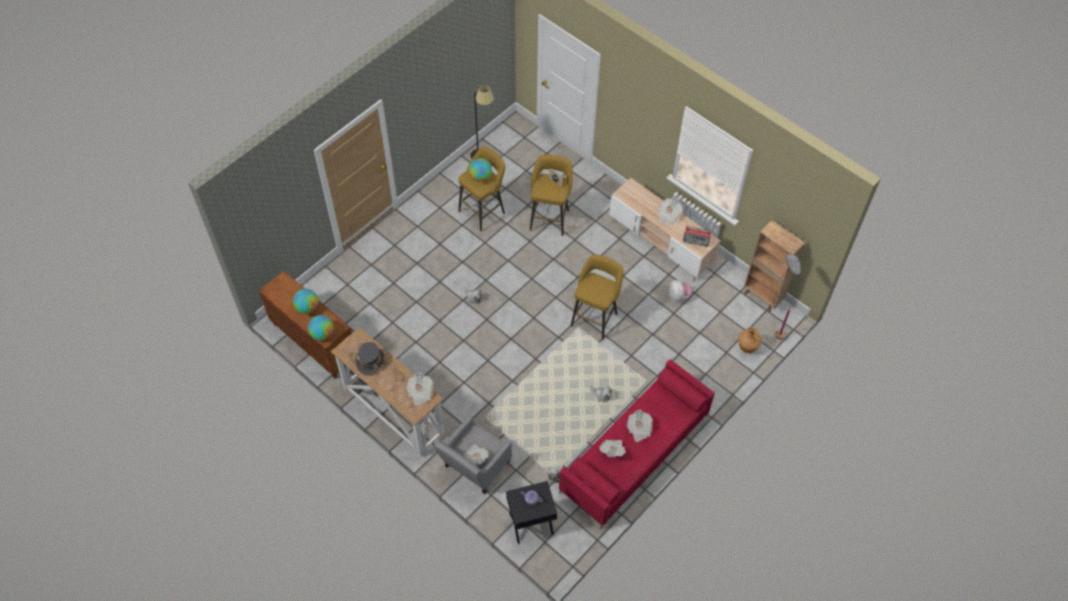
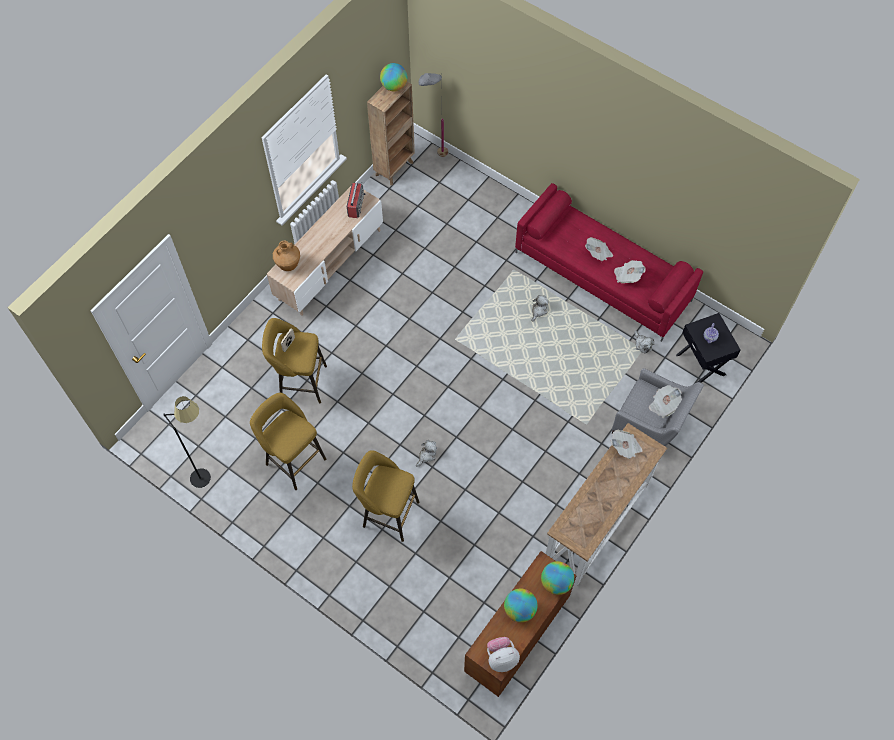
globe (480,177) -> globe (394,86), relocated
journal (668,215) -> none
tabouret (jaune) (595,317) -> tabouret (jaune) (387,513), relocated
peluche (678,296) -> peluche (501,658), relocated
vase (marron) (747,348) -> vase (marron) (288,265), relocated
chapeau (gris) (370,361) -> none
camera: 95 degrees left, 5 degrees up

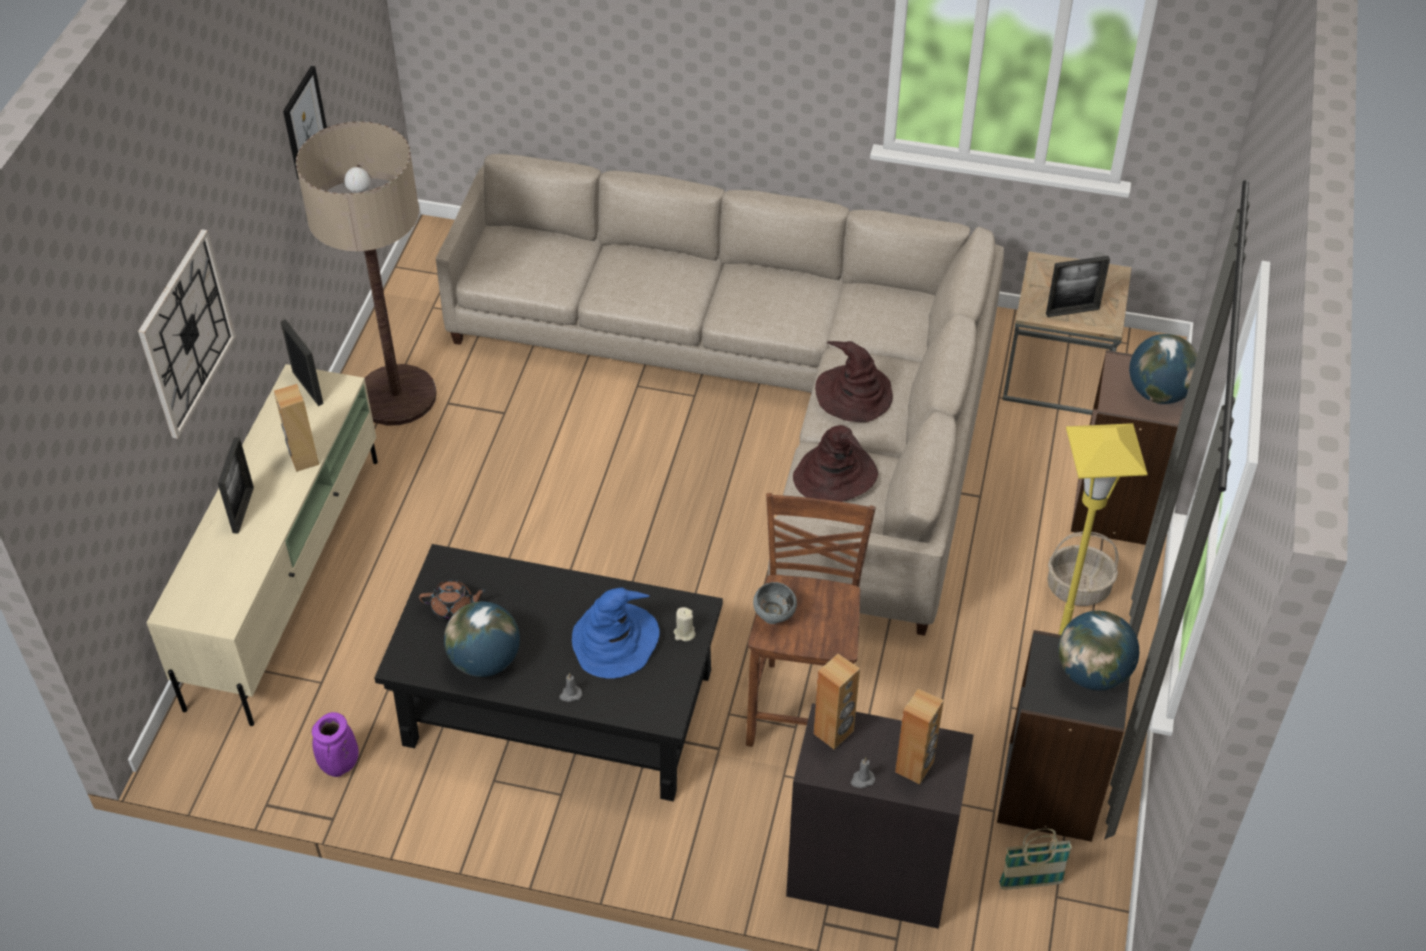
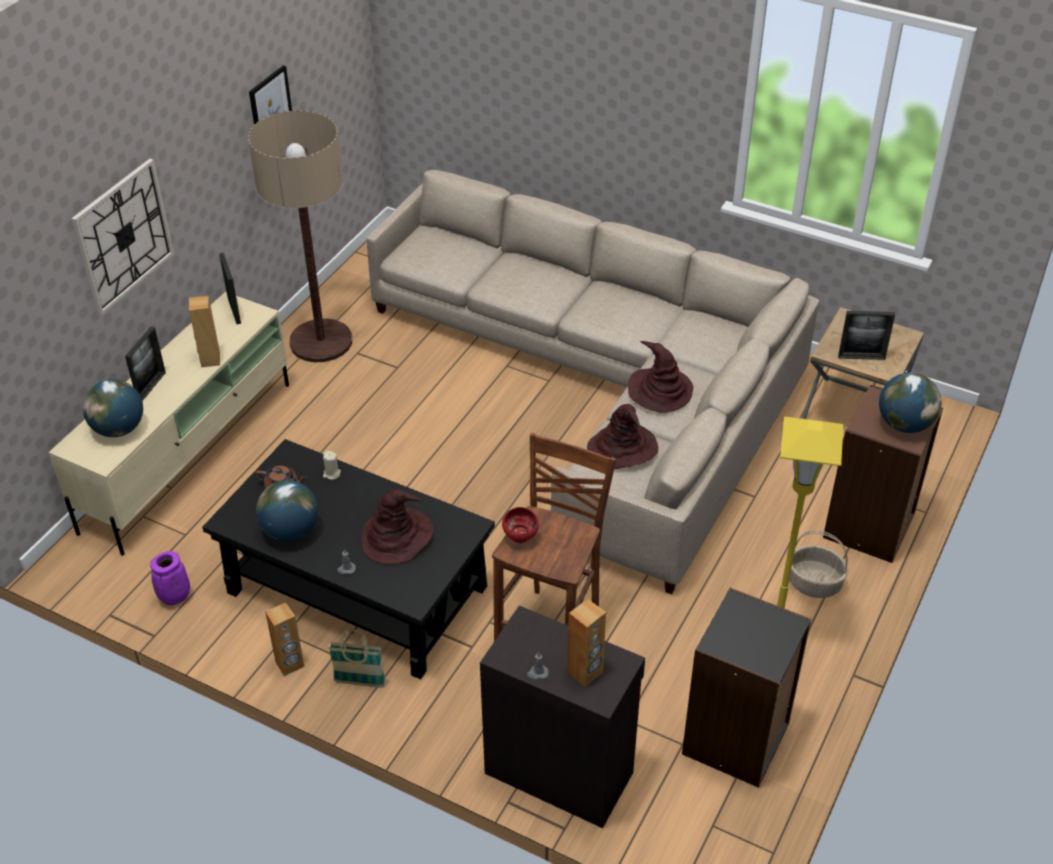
bol (gris) (774,617) -> bol (rouge) (521,538)
chapeau (bleu) (615,641) -> chapeau (marron) (397,536)
bougie (beige) (684,633) -> bougie (beige) (331,474), relocated
globe (1092,673) -> globe (119,429), relocated
enceinte (marron) (834,733) -> enceinte (marron) (290,664), relocated
panier (1030,883) -> panier (359,682), relocated
camera: 15 degrees right, 5 degrees down

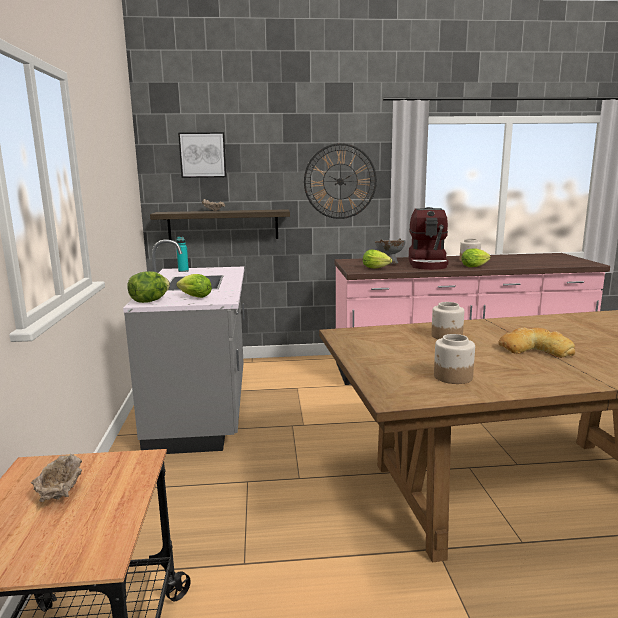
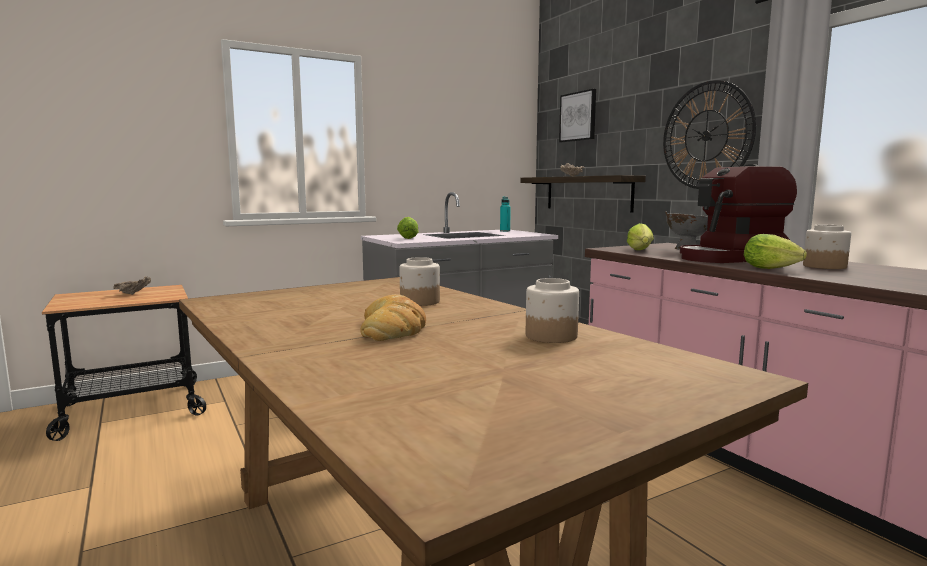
laitue (150,301) -> none
bocal (453,377) -> bocal (550,336), relocated
camera: 65 degrees right, 5 degrees down

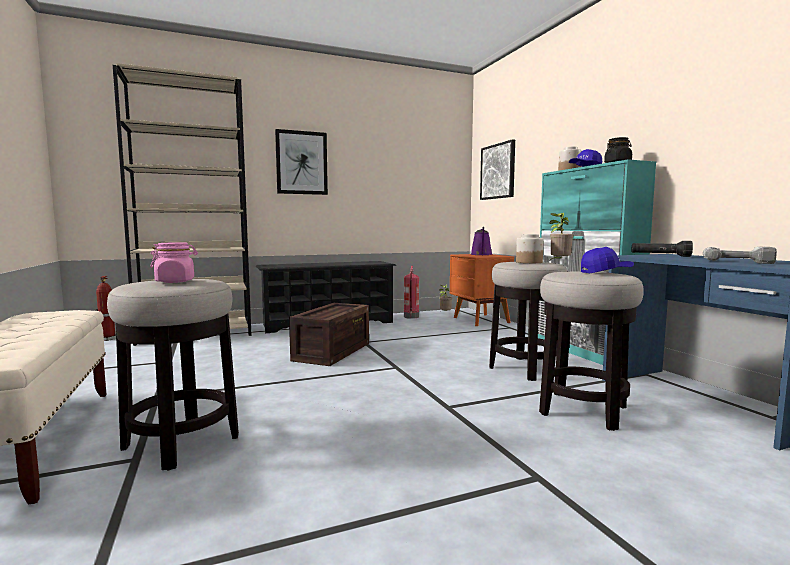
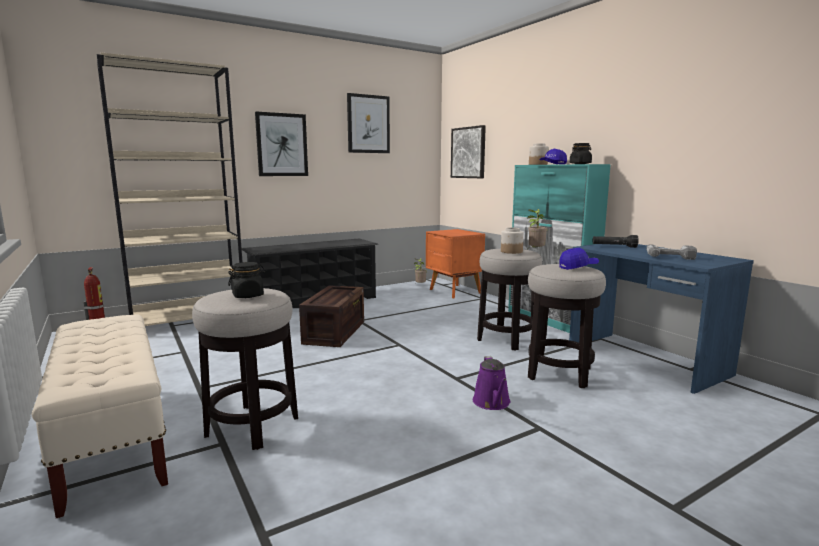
arrosoir (violet) (481,254) -> arrosoir (violet) (492,403), relocated
bocal (rose) (175,281) -> bocal (noir) (248,295)
extincteur (411,317) -> none
none -> tableau (368,124)
camera: 10 degrees left, 5 degrees up

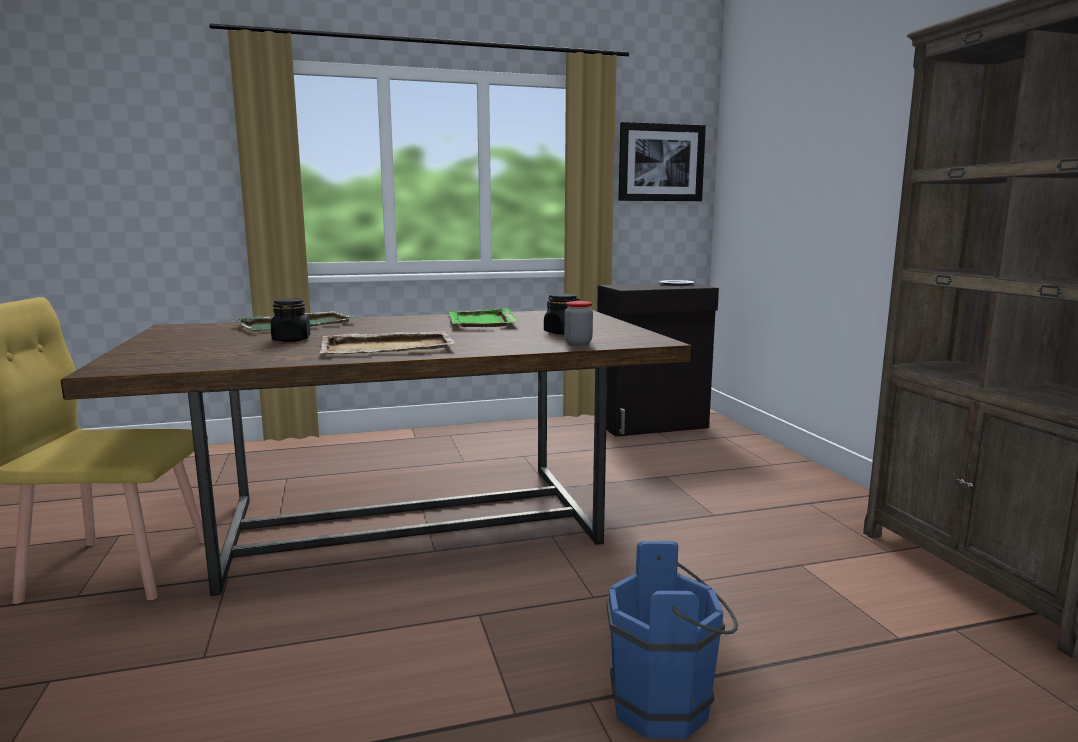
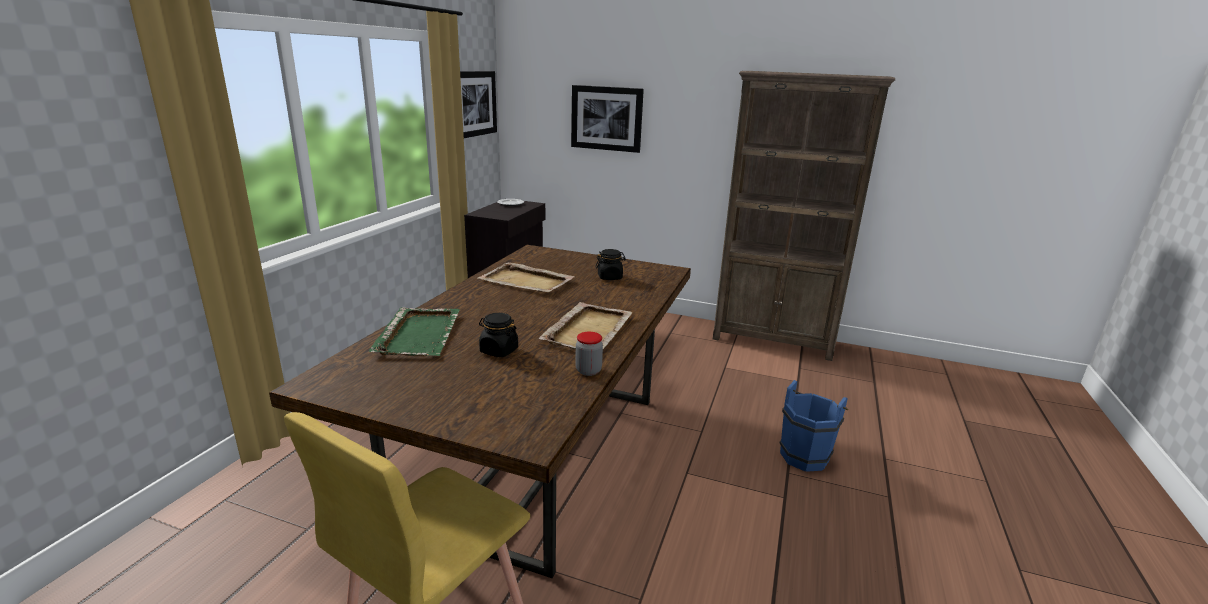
bocal (578,342) -> bocal (588,371), relocated
plateau (vert) (481,321) -> plateau (beige) (527,281)
none -> tableau (606,118)
camera: 55 degrees left, 10 degrees up

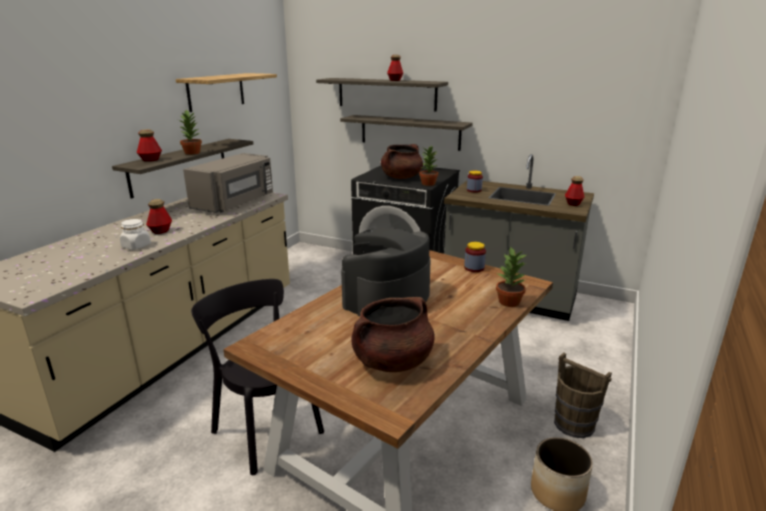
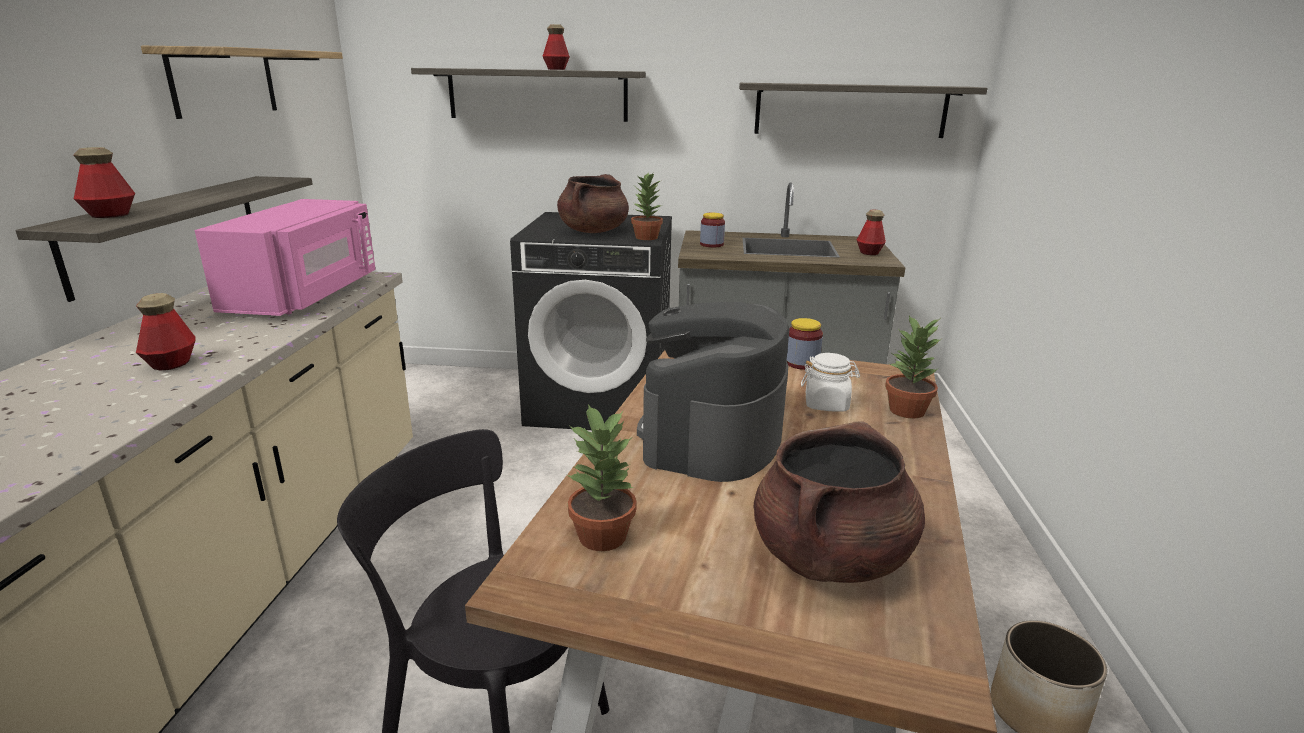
plante en pot (193,153) -> plante en pot (603,535), relocated
étagère (410,132) -> étagère (850,110), relocated
micro-ondes (gris) (235,203) -> micro-ondes (rose) (307,295)
bocal (blanc) (136,246) -> bocal (blanc) (826,404), relocated
seau (marron) (574,424) -> none
camera: 20 degrees left, 0 degrees up

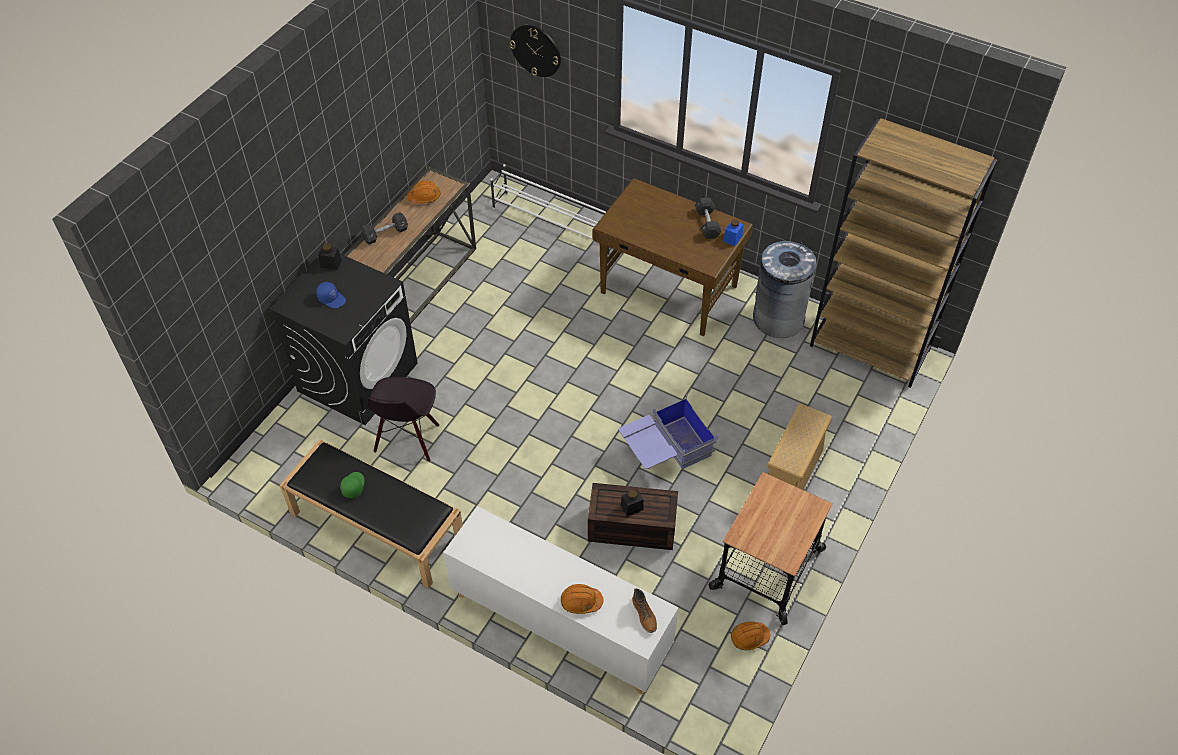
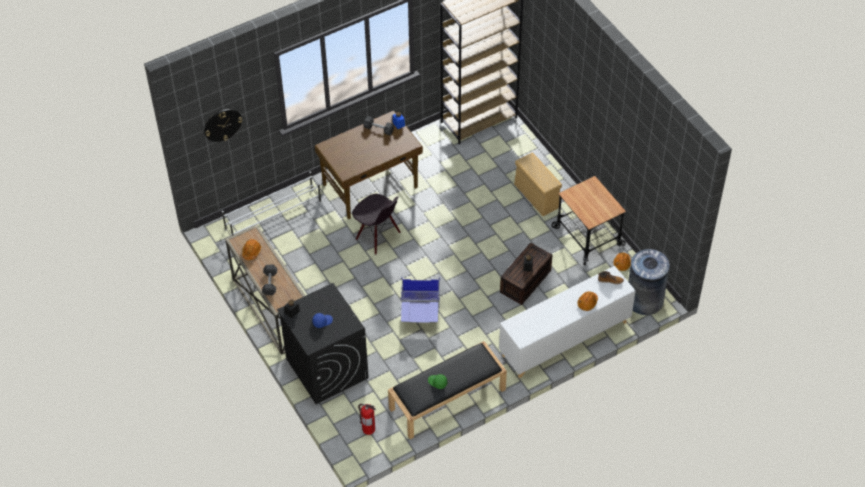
poubelle (gris) (778,318) -> poubelle (gris) (644,300), relocated
chaise (noir) (407,439) -> chaise (noir) (377,236), relocated
boîte de rangement (bleu) (665,451) -> boîte de rangement (bleu) (420,312), relocated
none -> extincteur (368,429)
camera: 60 degrees left, 0 degrees up

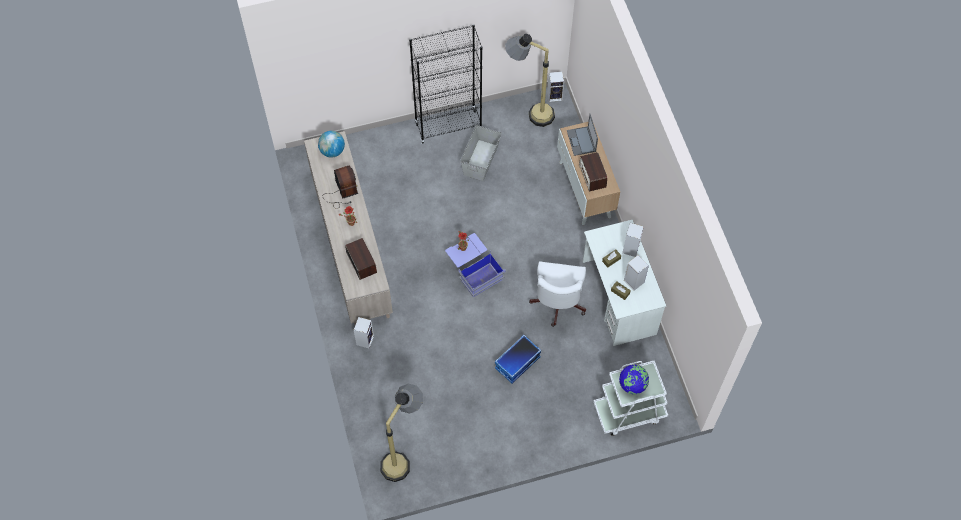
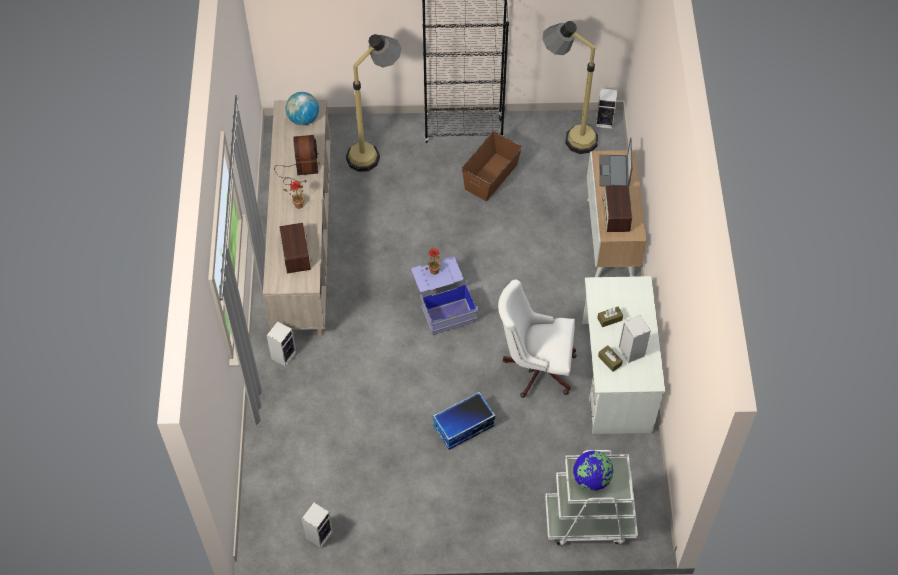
boîte de rangement (gris) (481,160) -> boîte de rangement (marron) (491,176)
enceinte (630,248) -> enceinte (319,534), relocated
chaise de bureau (blanc) (557,304) -> chaise de bureau (blanc) (535,367), 75 degrees clockwise
lampadaire (403,456) -> lampadaire (375,150), relocated
camera: 15 degrees right, 5 degrees down

